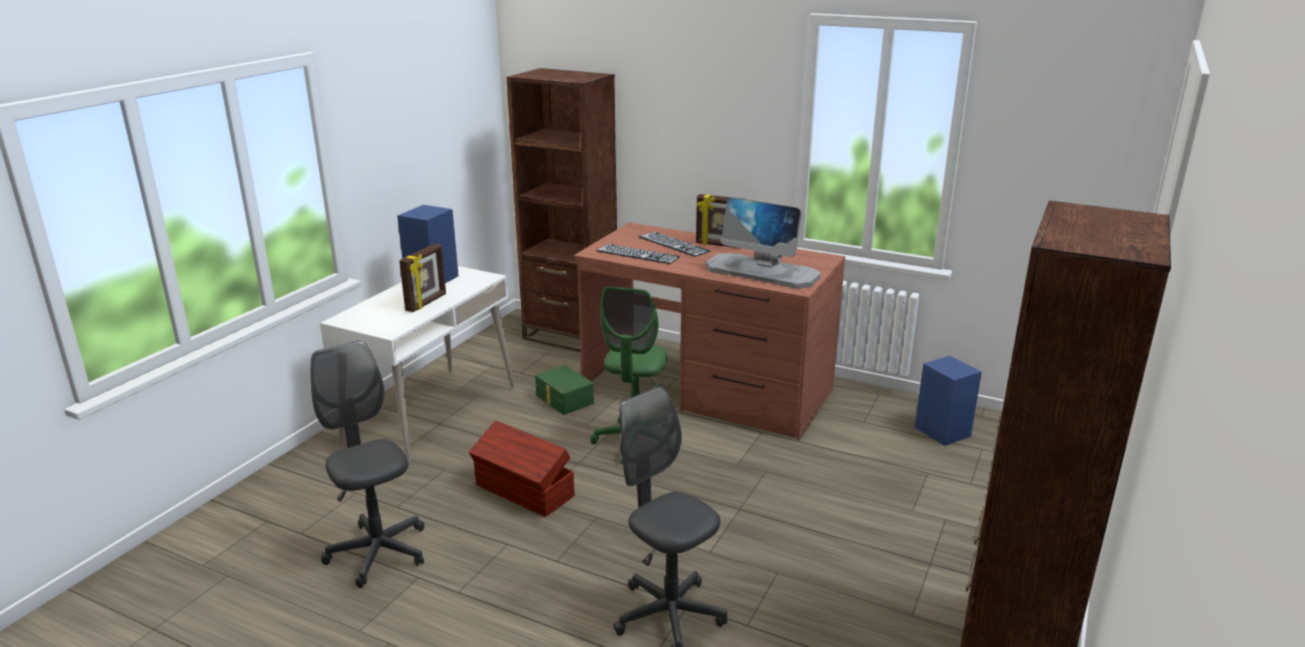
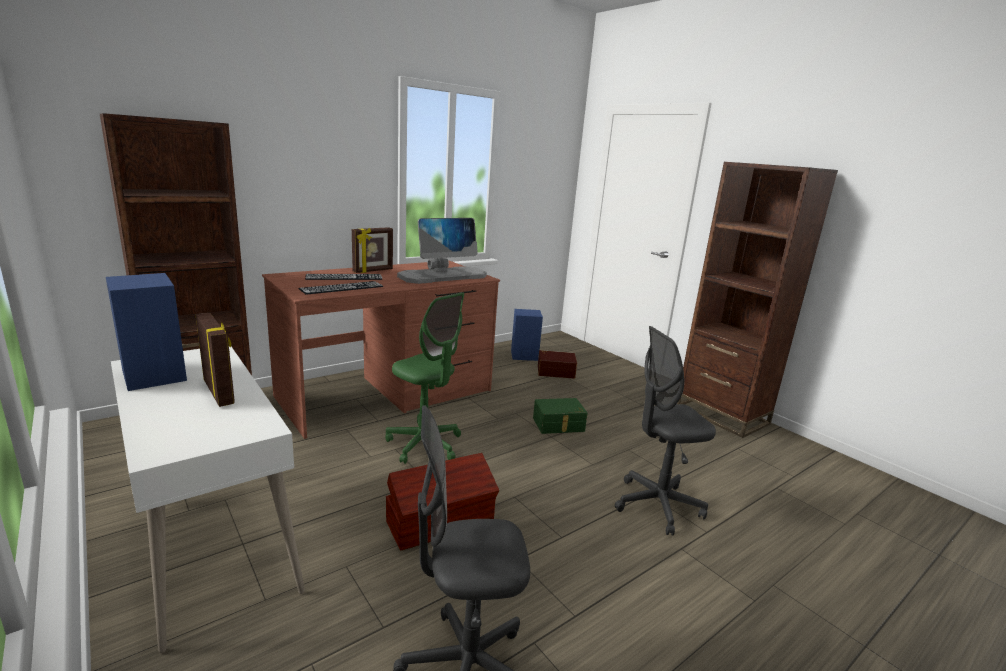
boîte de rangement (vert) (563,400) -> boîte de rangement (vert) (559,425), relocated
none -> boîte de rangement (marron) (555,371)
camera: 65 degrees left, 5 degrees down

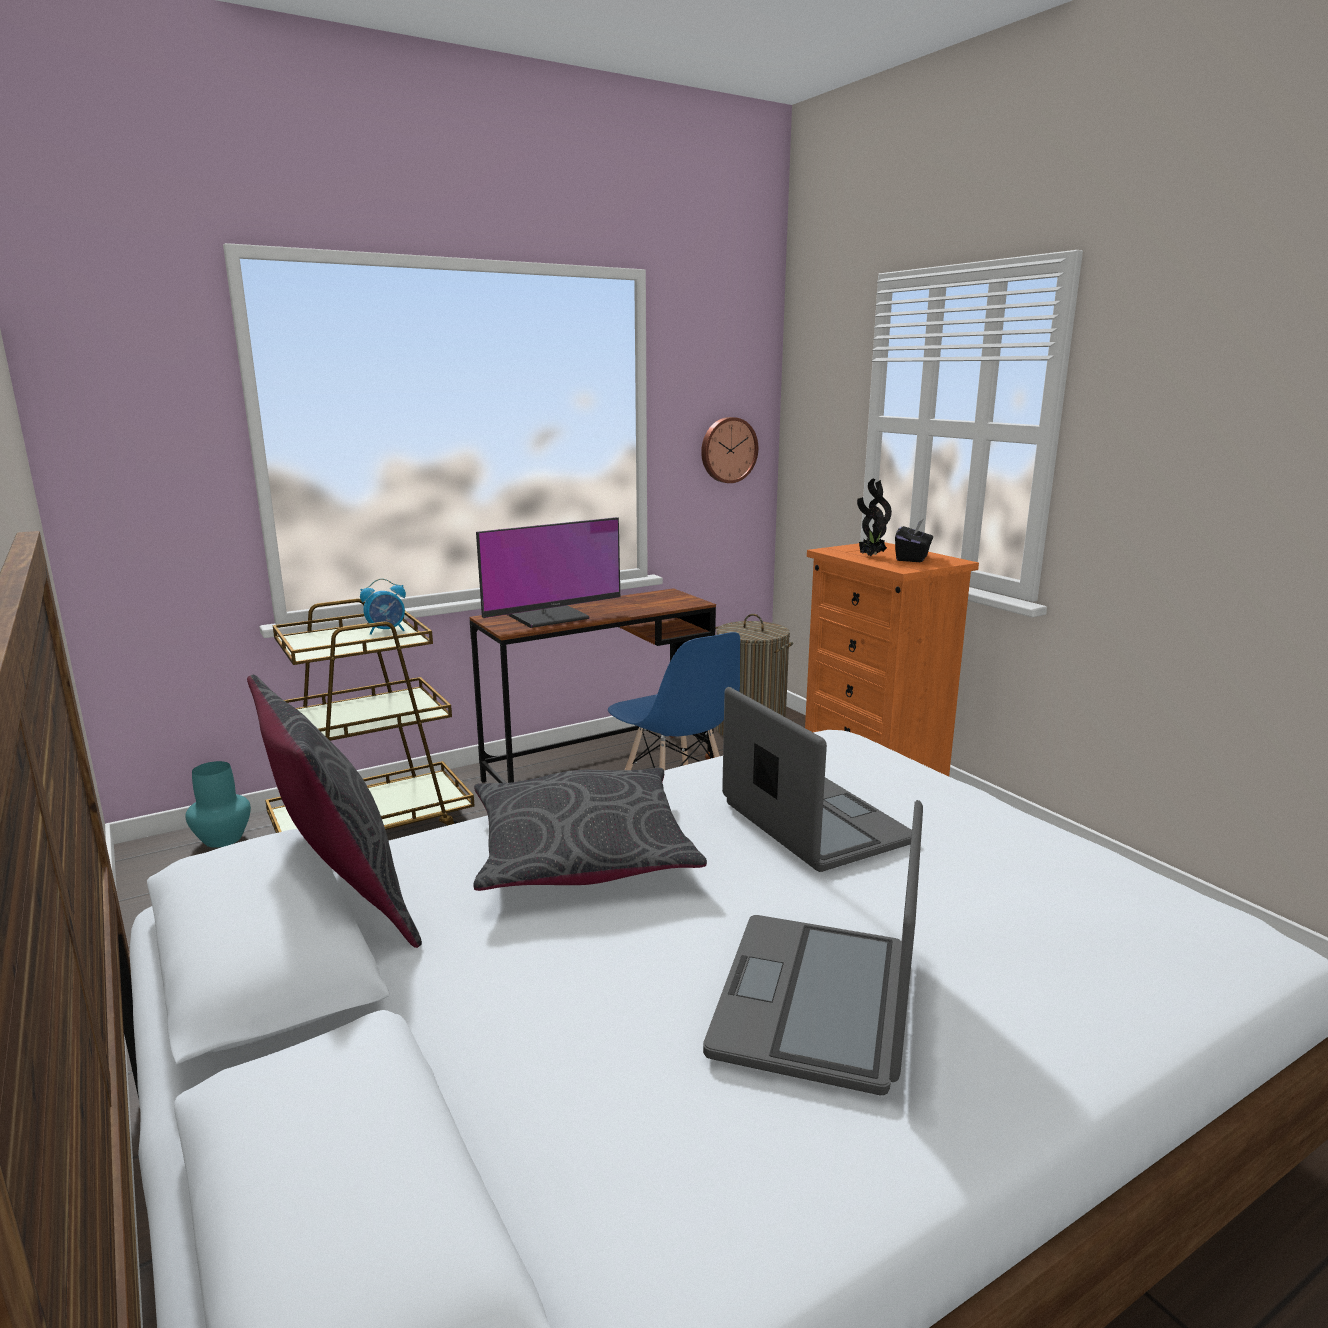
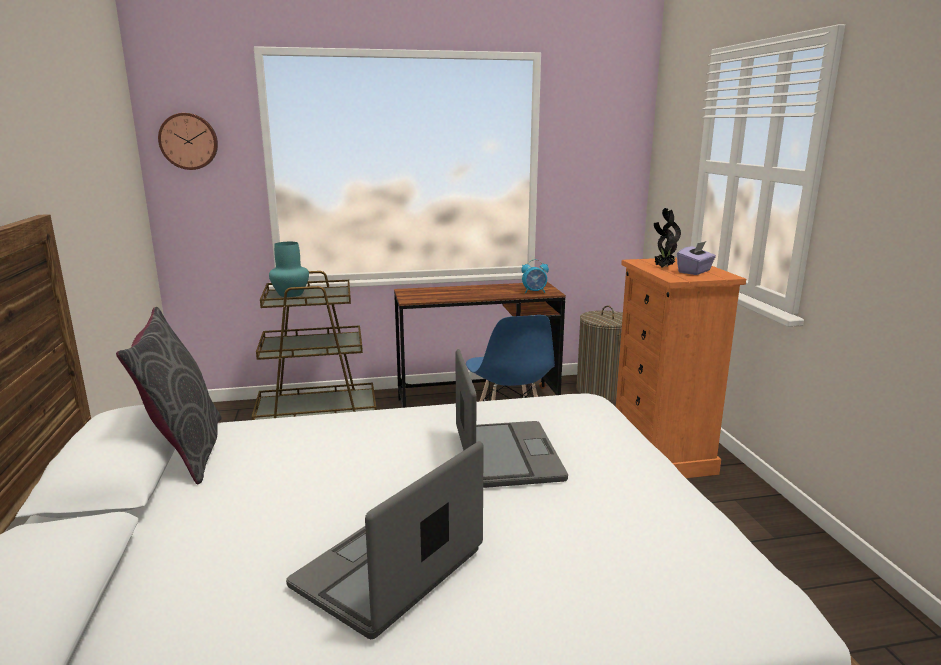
horloge murale (727,450) -> horloge murale (189,141), relocated
écran d'ordinateur (548,617) -> none
boîte à mouchoirs (noir) (912,558) -> boîte à mouchoirs (violet) (694,271)
réveil (387,631) -> réveil (534,292), relocated
vase (turquoise) (221,839) -> vase (turquoise) (290,294), relocated
coussin (gris) (581,851) -> none
camera: 20 degrees right, 0 degrees up

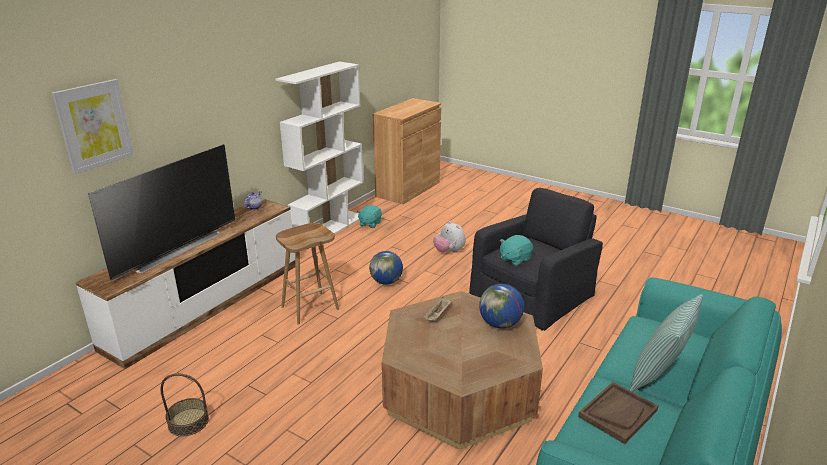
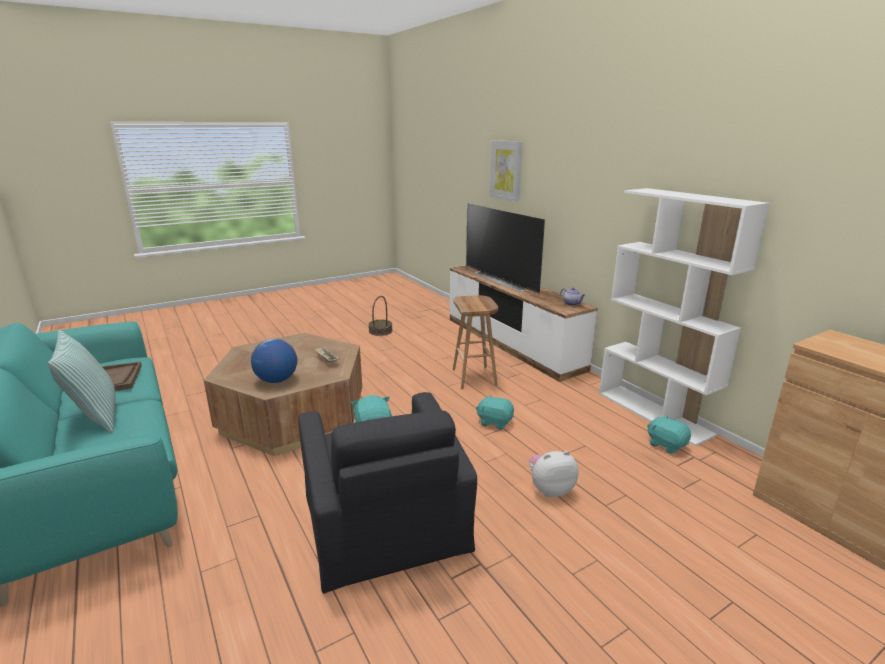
globe (386,282) -> peluche (turquoise) (495,422)
camera: 115 degrees right, 5 degrees down

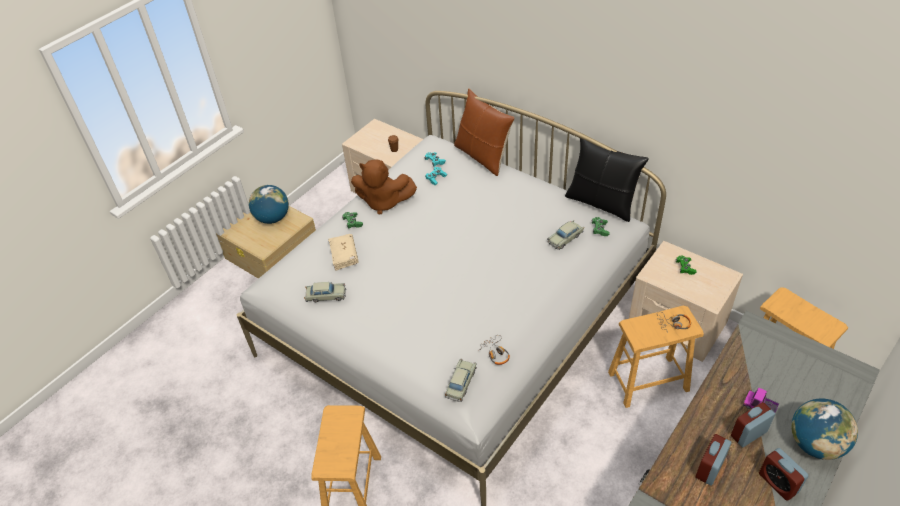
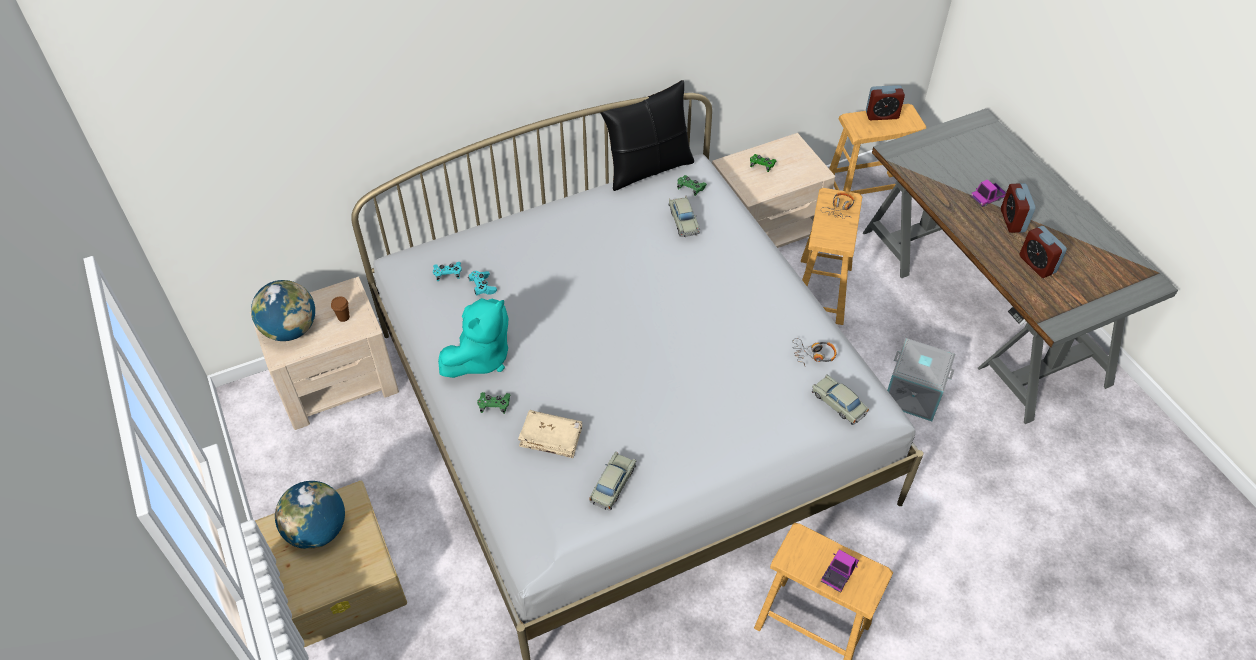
coussin (marron) (483,156) -> none
peluche (marron) (383,202) -> peluche (turquoise) (480,358)
globe (815,444) -> globe (290,330), relocated
réveil (778,483) -> réveil (882,115), relocated
none -> boîte de rangement (gris) (914,393)
none -> camion jouet (838,573)
camera: 65 degrees left, 5 degrees up

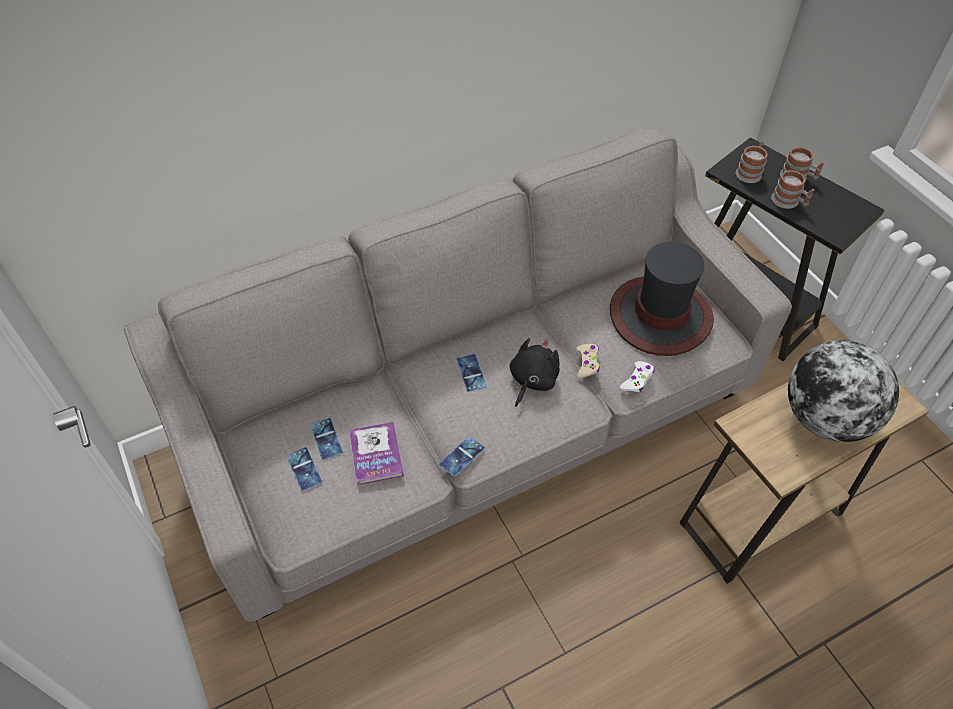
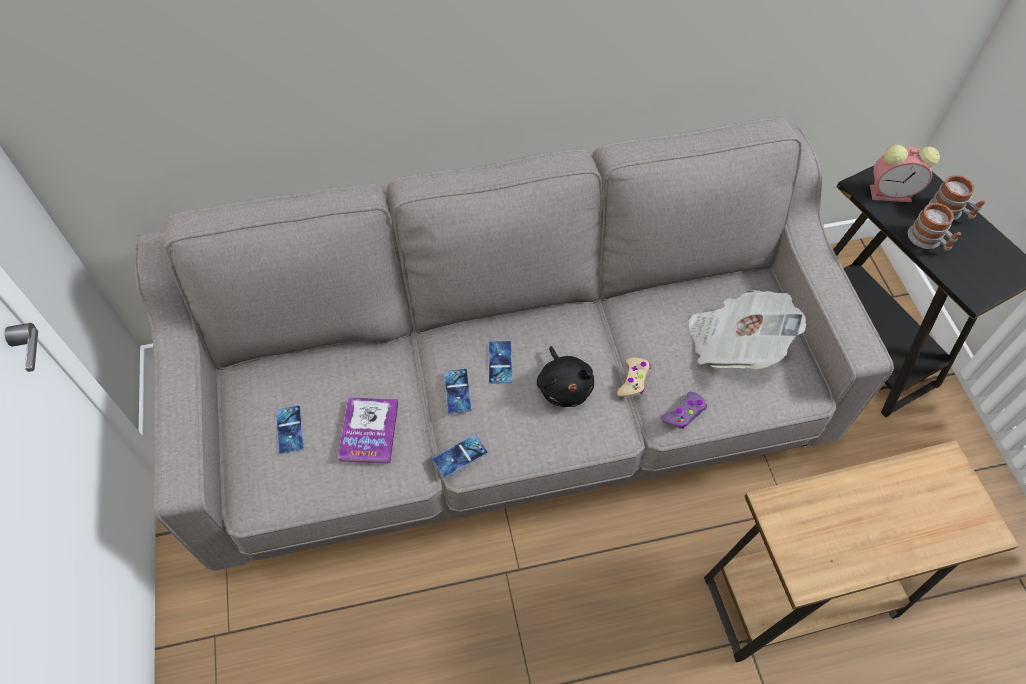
mug (750,172) -> réveil (892,193)
chapeau (660,316) -> journal (735,343)
peluche (noir) (532,380) -> peluche (noir) (564,386), 120 degrees clockwise
globe (825,418) -> none
manette (blanc) (637,380) -> manette (violet) (684,414)
téléphone (326,439) -> téléphone (457,391), relocated
camera: 15 degrees right, 5 degrees up

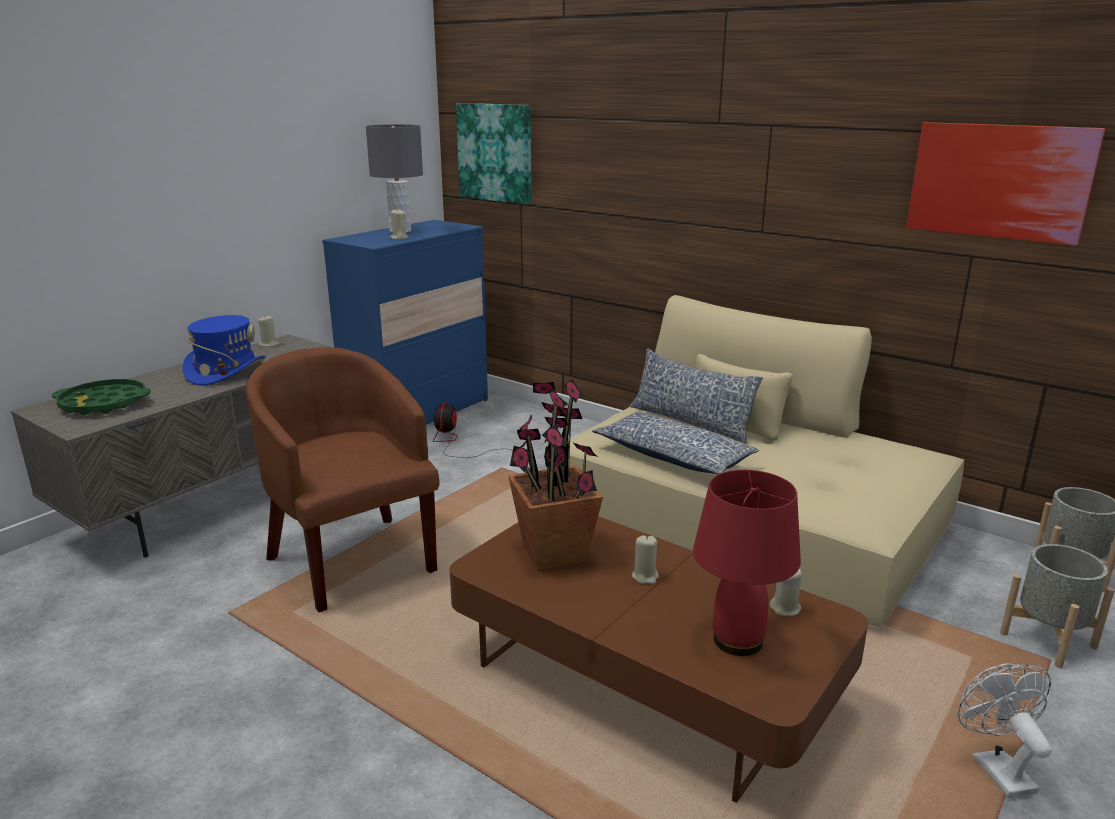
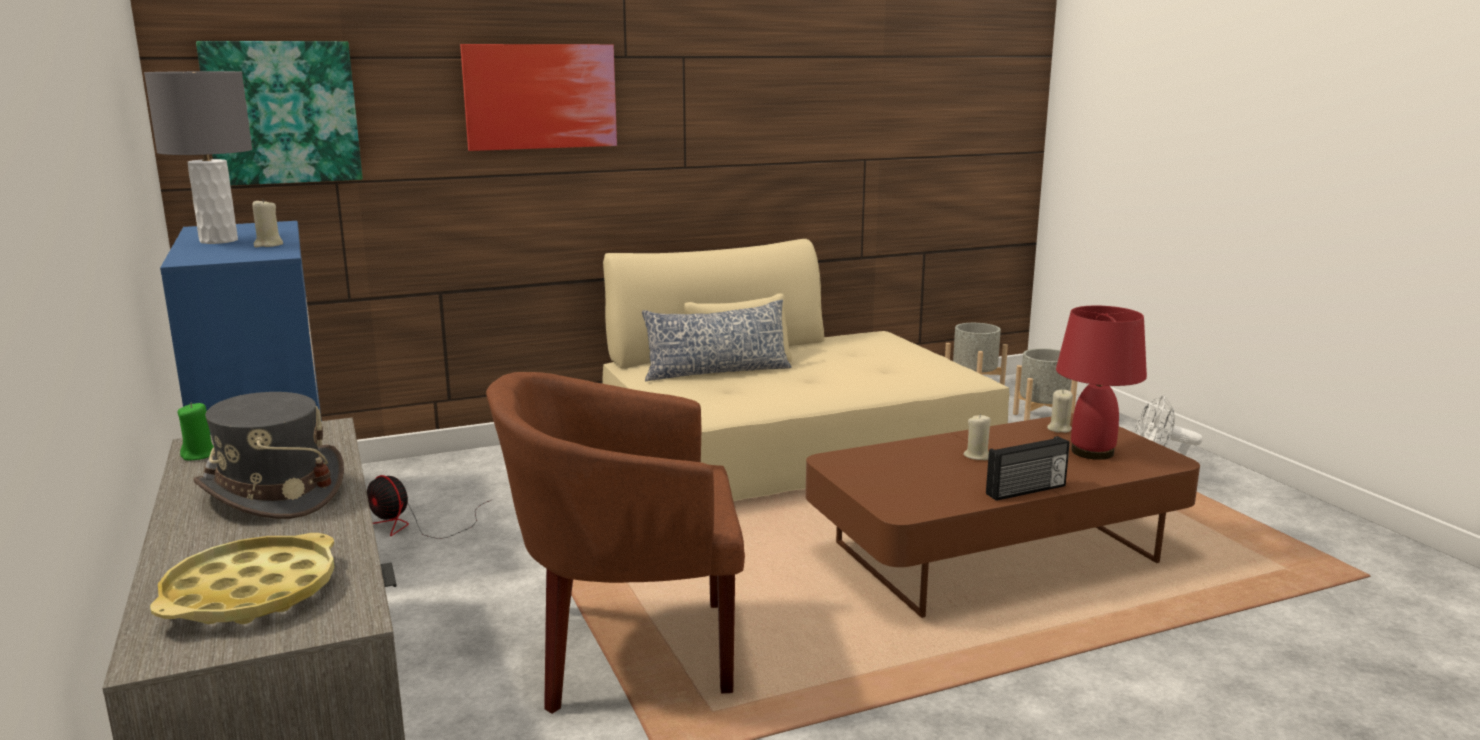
tableau (999,181) -> tableau (540,96), relocated
chapeau (bleu) (226,371) -> chapeau (gris) (272,493)
bougie (beige) (269,344) -> bougie (vert) (200,455)
plateau (vert) (103,404) -> plateau (jaune) (251,593)
plante en pot (553,553) -> none
coussin (673,457) -> none
none -> radio (1027,491)
camera: 60 degrees left, 5 degrees down

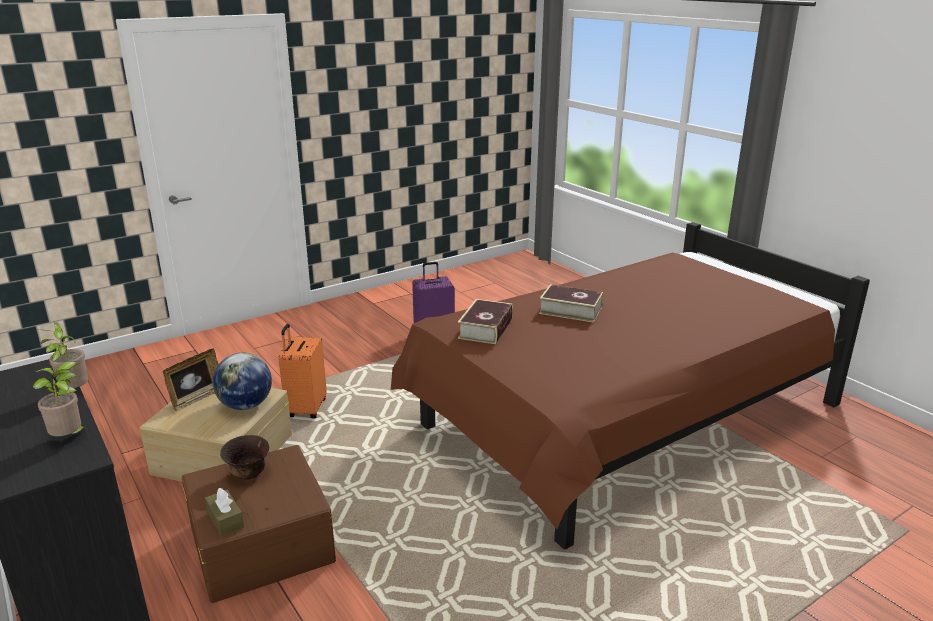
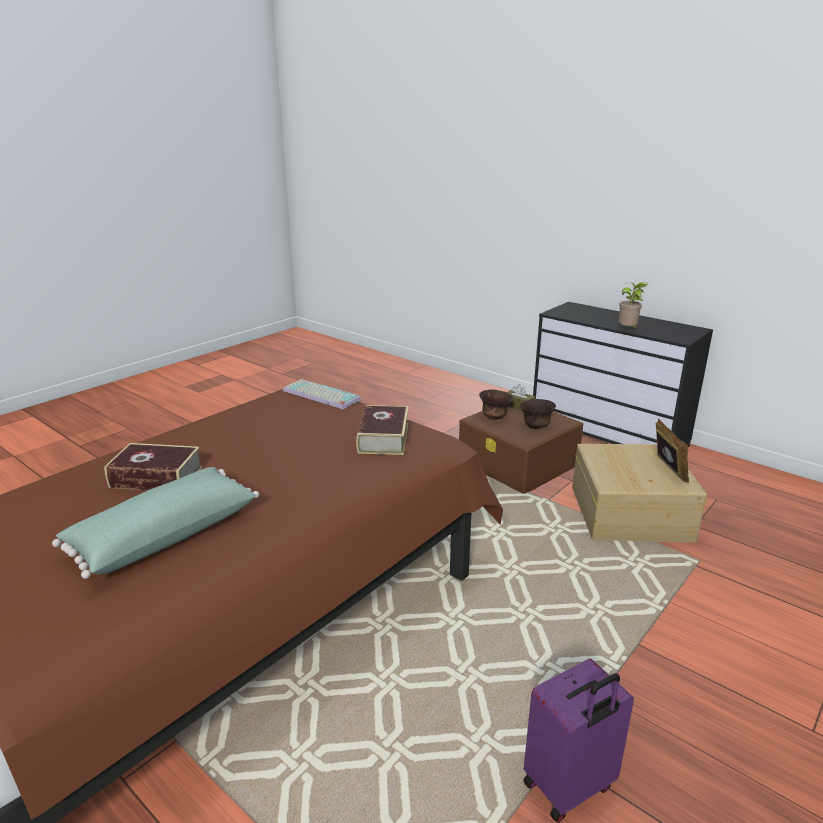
livre (571,310) -> livre (156,477), relocated
valise (orange) (305,409) -> none
cadre photo (197,398) -> cadre photo (667,470), 150 degrees clockwise
globe (245,405) -> none
plante en pot (70,438) -> none
none -> clavier (319,395)
none -> bol (marron) (494,417)
none -> coussin (vert) (164,535)
camera: 165 degrees right, 0 degrees up

